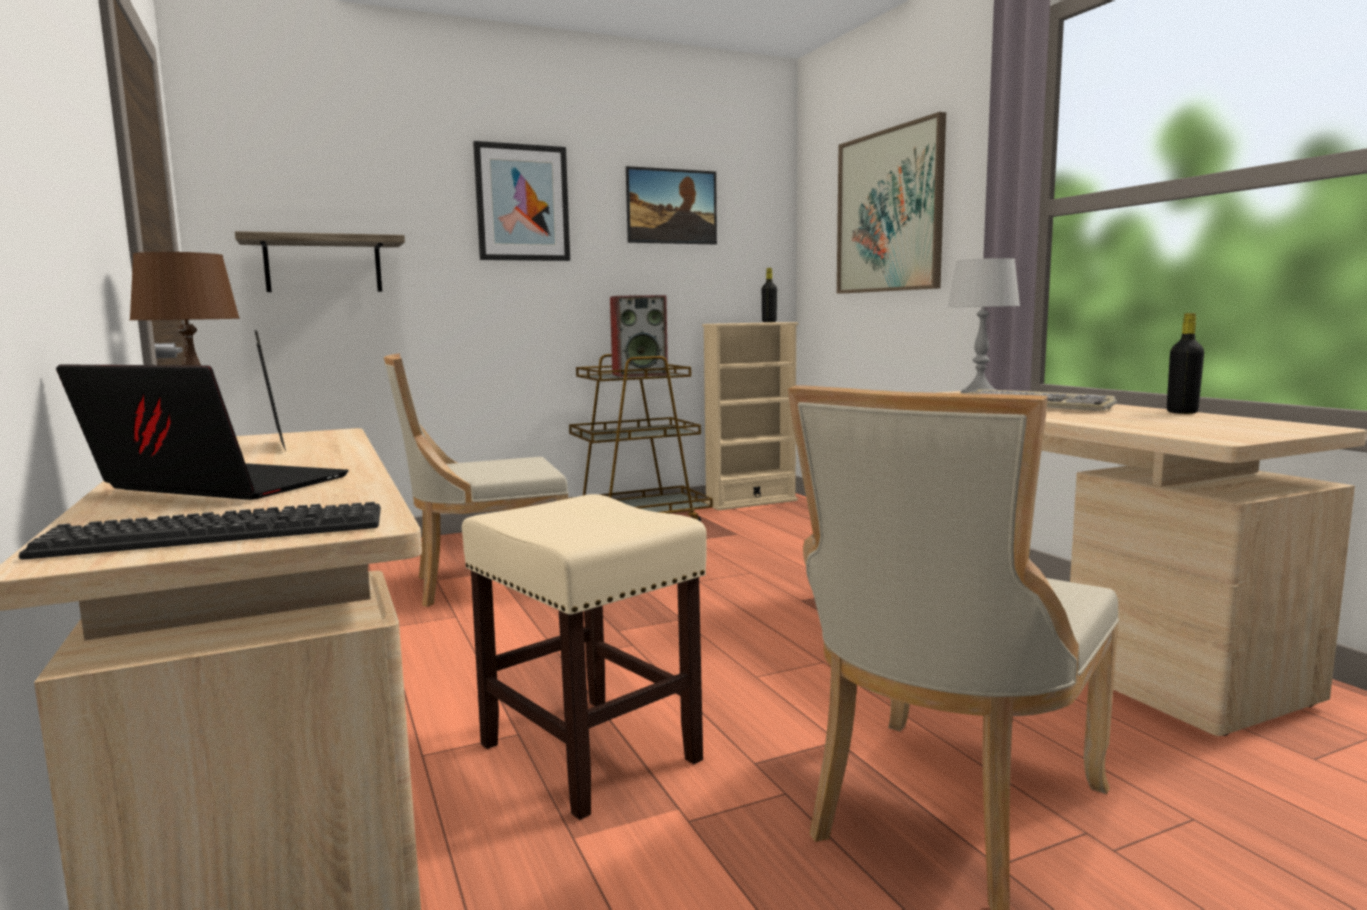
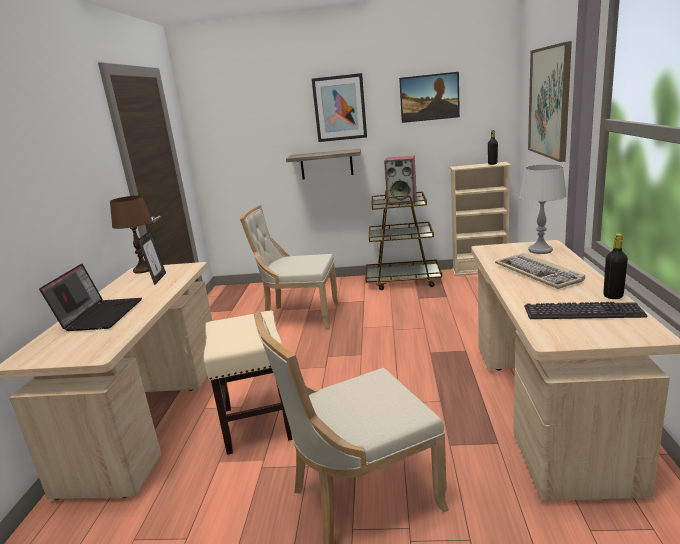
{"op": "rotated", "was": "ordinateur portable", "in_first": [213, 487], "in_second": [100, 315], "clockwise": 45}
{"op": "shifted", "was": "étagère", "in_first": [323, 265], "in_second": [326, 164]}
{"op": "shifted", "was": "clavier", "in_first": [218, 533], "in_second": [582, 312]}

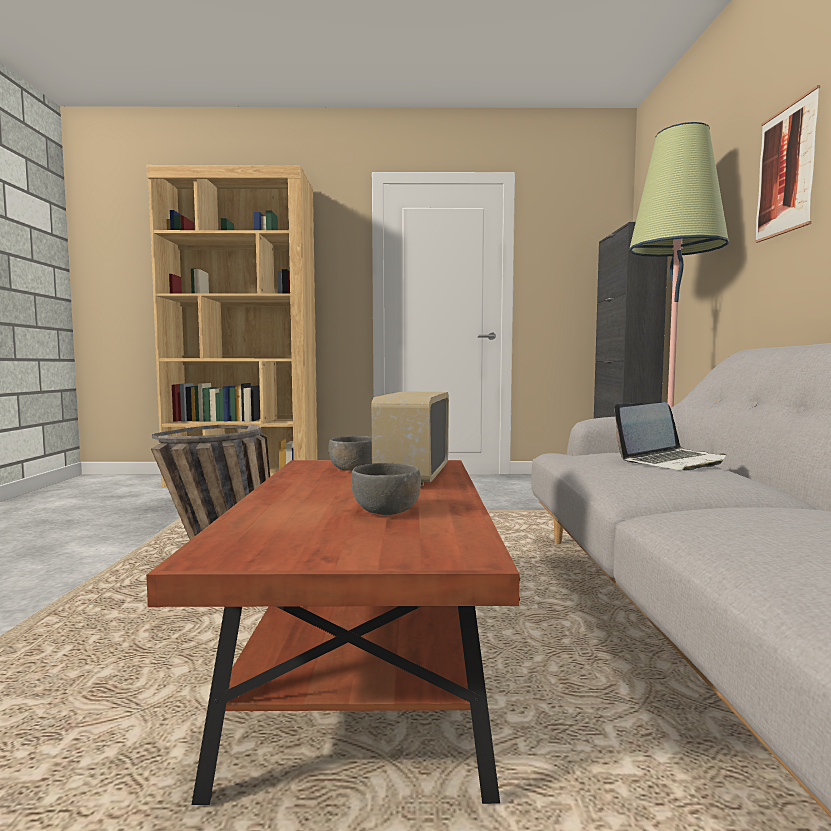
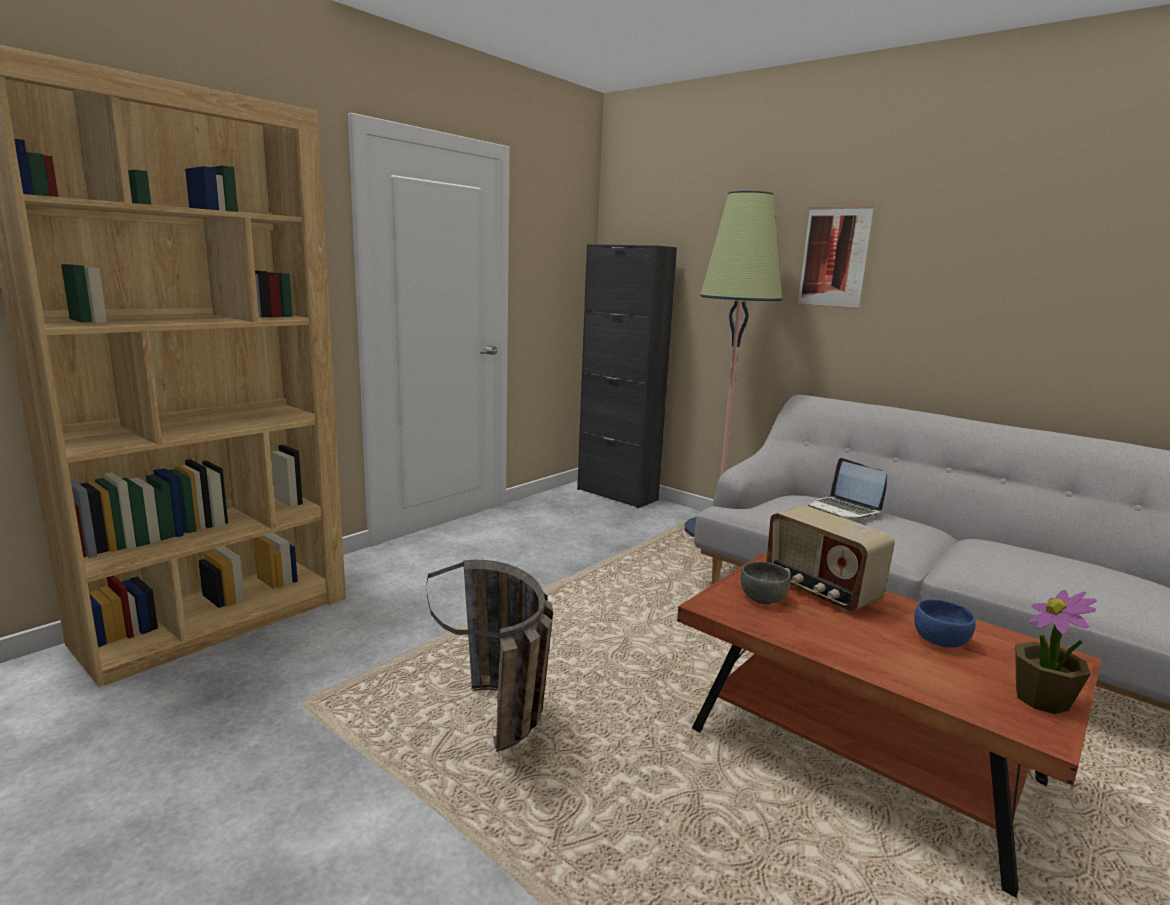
{"op": "rotated", "was": "ordinateur portable", "in_first": [672, 461], "in_second": [844, 510], "clockwise": 135}
{"op": "repainted", "was": "bol (gris)", "now": "bol (bleu)", "in_first": [387, 511], "in_second": [940, 640]}
{"op": "new", "now": "plante en pot", "in_second": [1042, 699]}

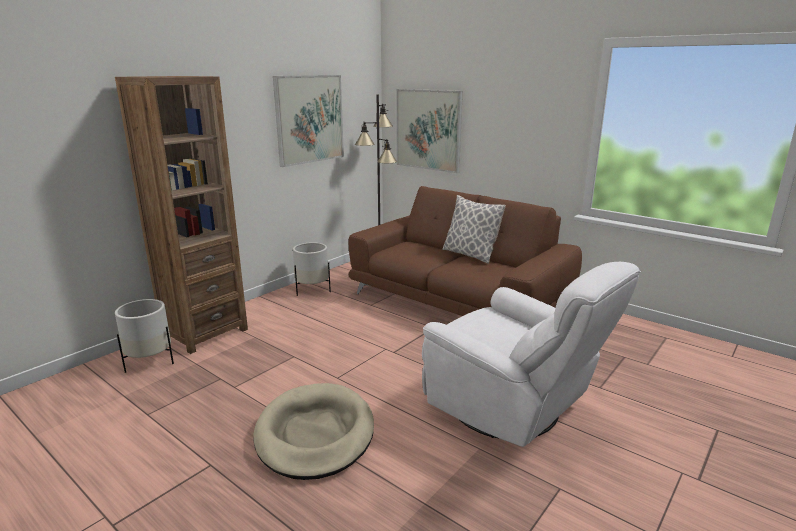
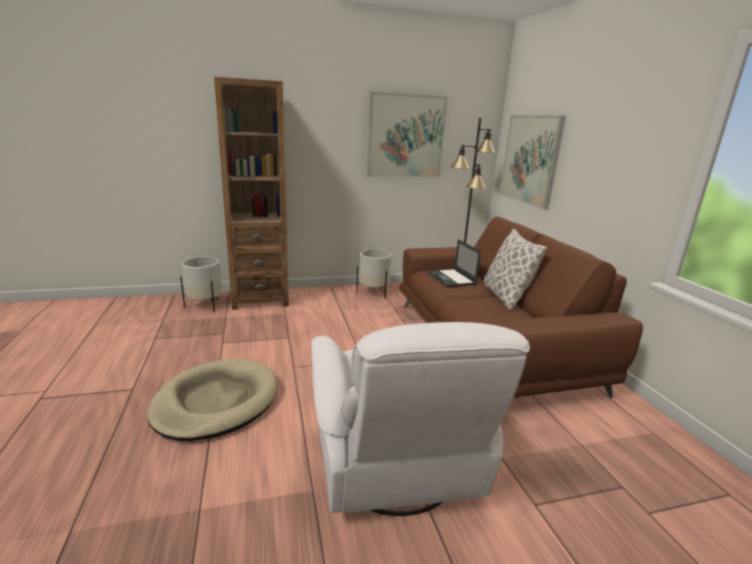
{"op": "new", "now": "ordinateur portable", "in_second": [451, 278]}

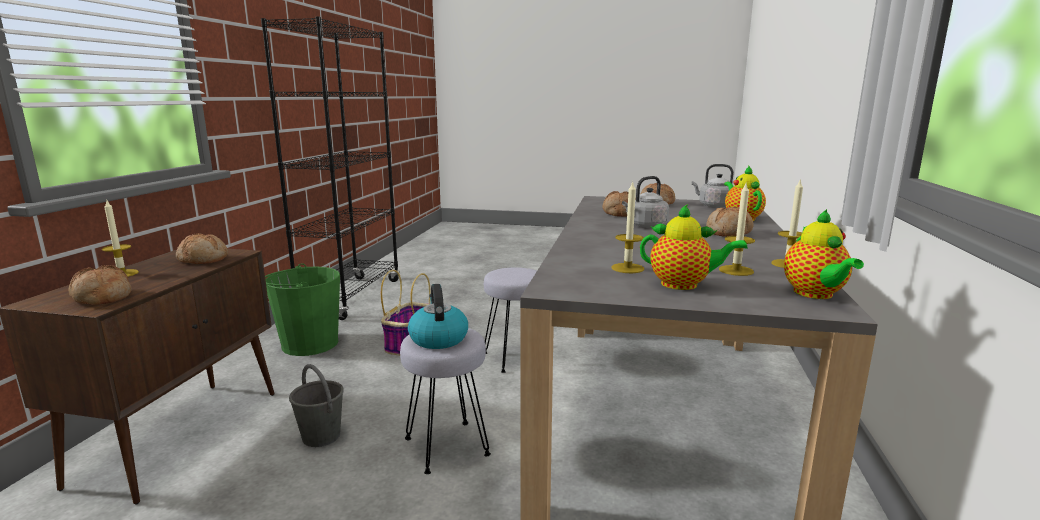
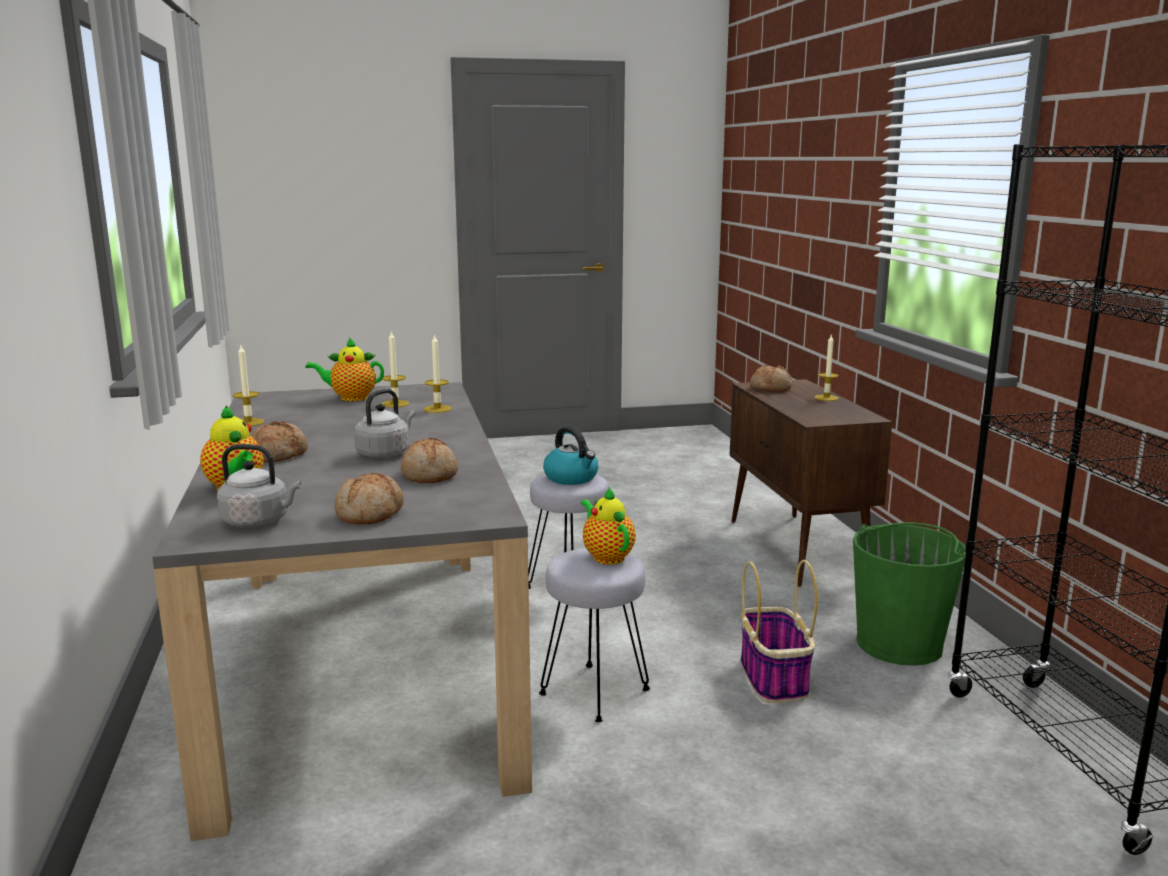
{"op": "shifted", "was": "bougie", "in_first": [736, 270], "in_second": [437, 409]}
{"op": "shifted", "was": "théière", "in_first": [815, 294], "in_second": [606, 556]}
{"op": "gone", "was": "pain", "in_first": [203, 259]}
{"op": "gone", "was": "seau (gris)", "in_first": [321, 436]}

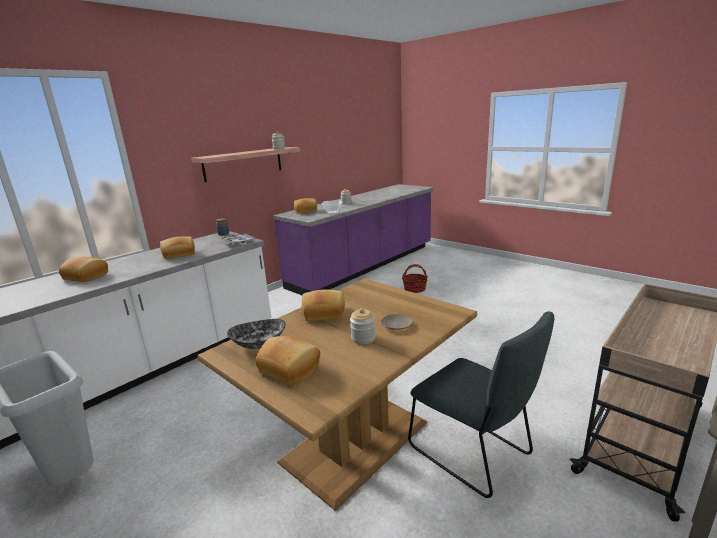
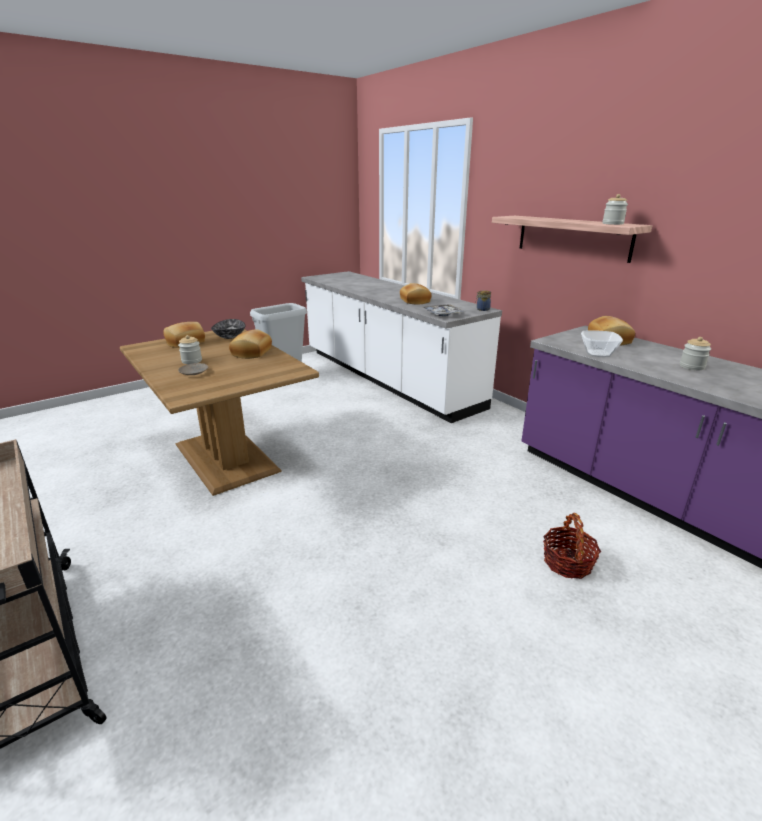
{"op": "gone", "was": "pain", "in_first": [85, 277]}
{"op": "gone", "was": "chaise (gris)", "in_first": [473, 453]}

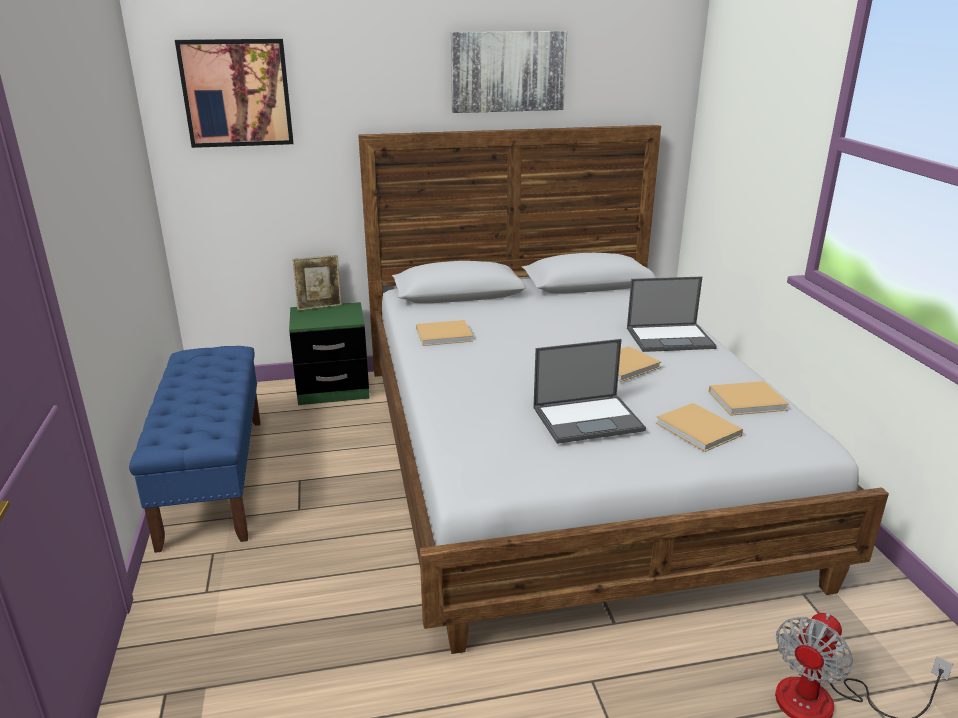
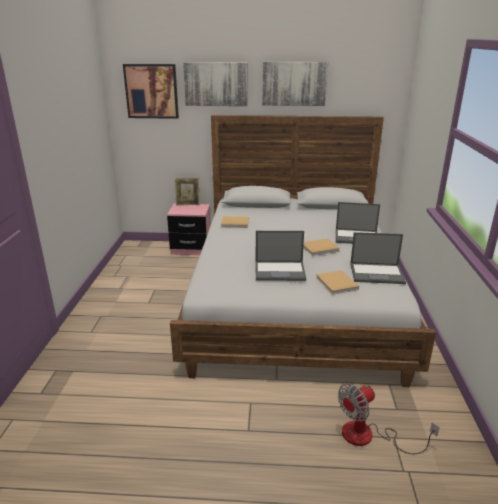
{"op": "repainted", "was": "table de chevet (vert)", "now": "table de chevet (rose)", "in_first": [333, 389], "in_second": [191, 249]}
{"op": "new", "now": "tableau", "in_second": [216, 84]}
{"op": "swapped", "was": "livre (beige)", "now": "ordinateur portable", "in_first": [749, 400], "in_second": [377, 273]}
{"op": "gone", "was": "banc (bleu)", "in_first": [214, 478]}

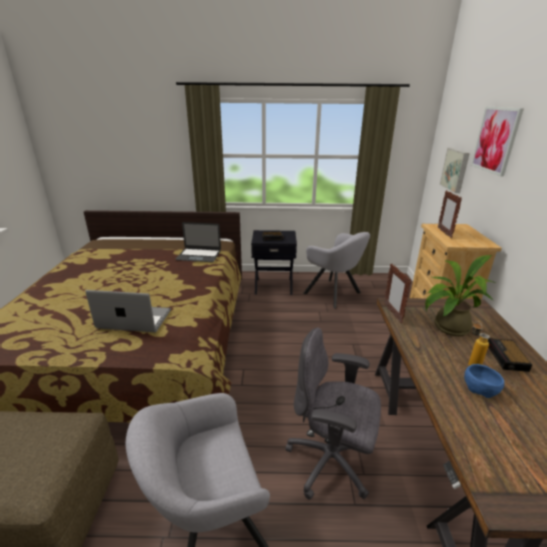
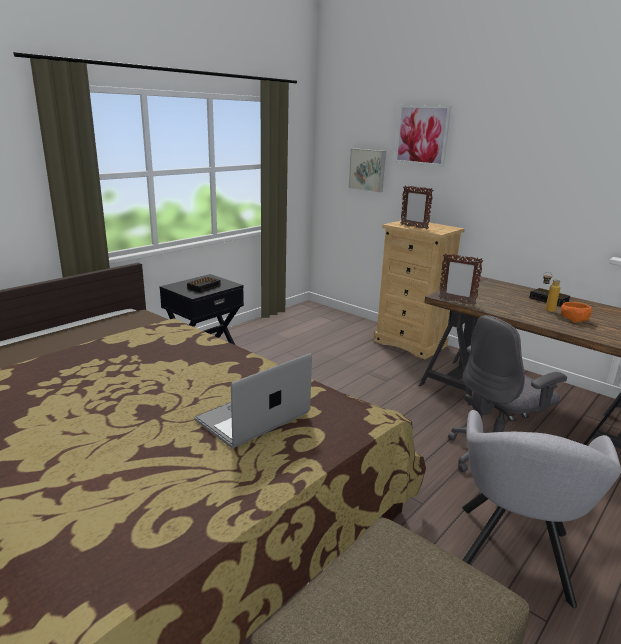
{"op": "repainted", "was": "bol (bleu)", "now": "bol (orange)", "in_first": [480, 387], "in_second": [573, 319]}
{"op": "gone", "was": "ordinateur portable", "in_first": [199, 255]}
{"op": "gone", "was": "fauteuil (gris)", "in_first": [334, 294]}
{"op": "gone", "was": "plante en pot", "in_first": [447, 328]}

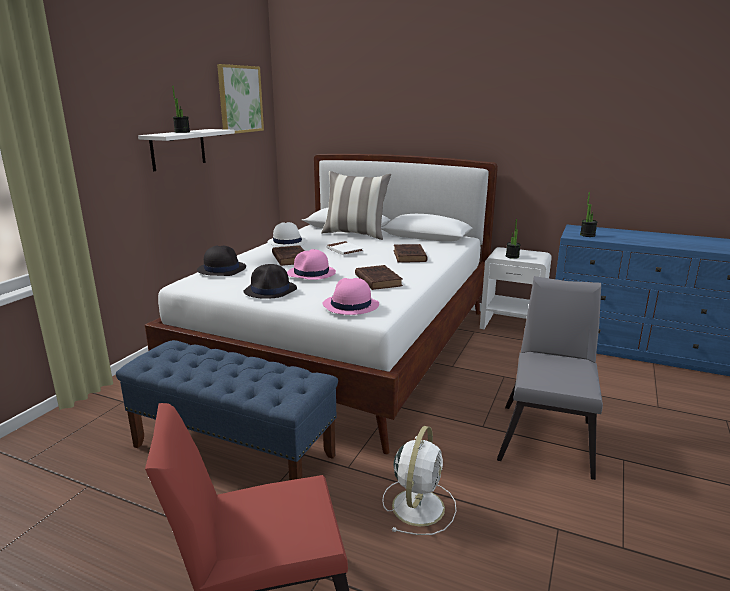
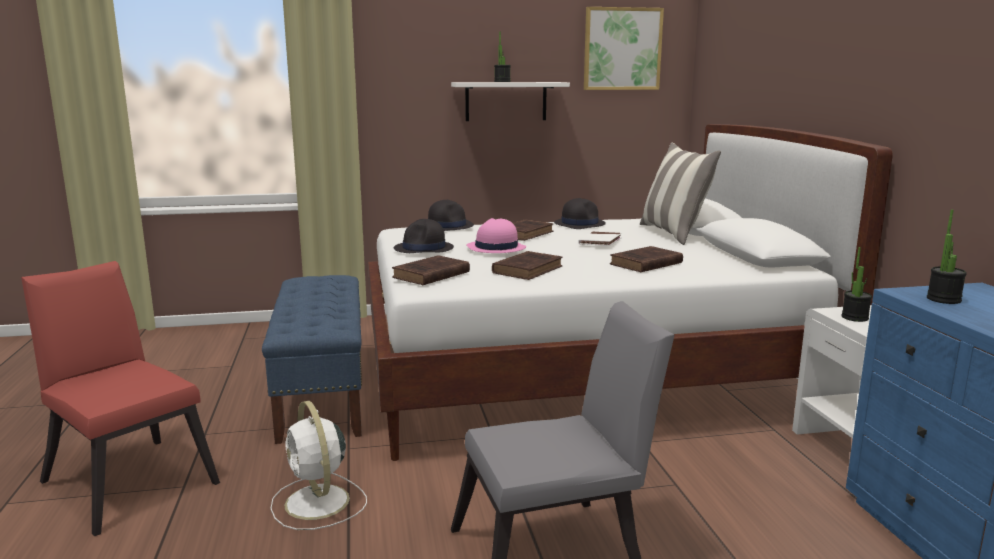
{"op": "rotated", "was": "ventilateur (blanc)", "in_first": [418, 505], "in_second": [318, 503], "clockwise": 75}
{"op": "swapped", "was": "chapeau (rose)", "now": "livre (marron)", "in_first": [350, 305], "in_second": [430, 275]}
{"op": "repainted", "was": "chapeau (blanc)", "now": "chapeau (noir)", "in_first": [287, 242], "in_second": [579, 224]}

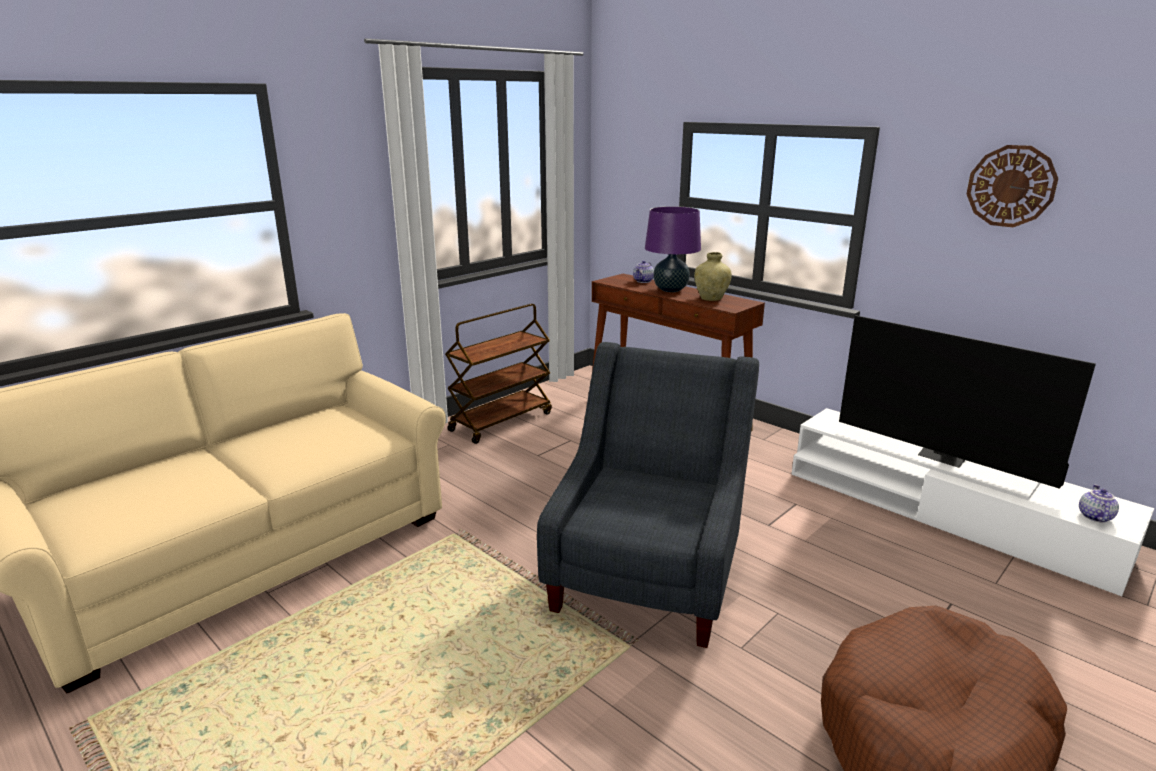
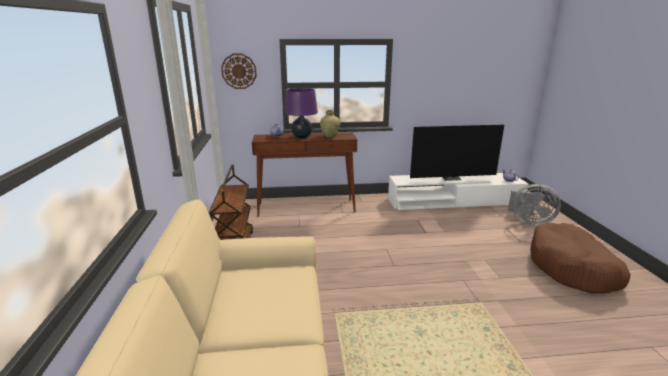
{"op": "shifted", "was": "horloge murale", "in_first": [1011, 186], "in_second": [239, 71]}
{"op": "new", "now": "ventilateur (gris)", "in_second": [528, 222]}
{"op": "gone", "was": "fauteuil (gris)", "in_first": [649, 574]}

